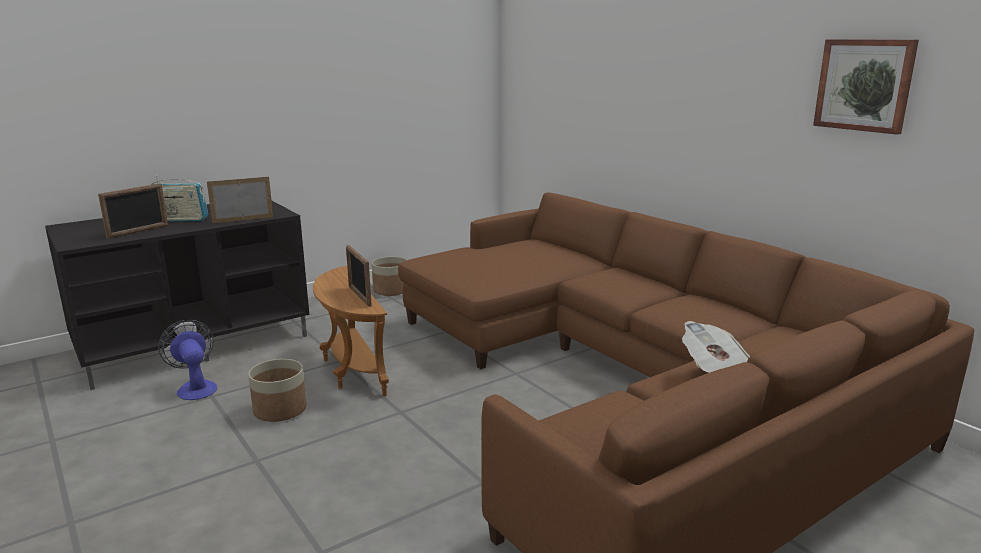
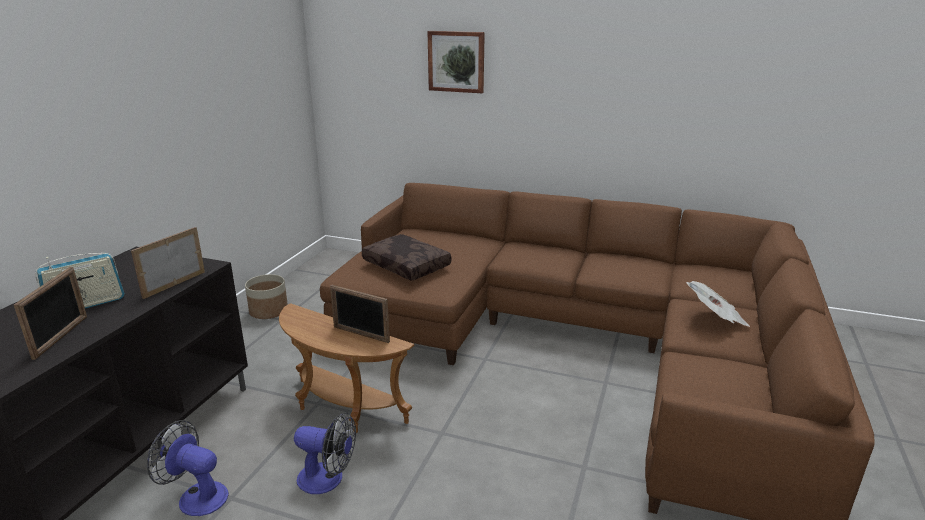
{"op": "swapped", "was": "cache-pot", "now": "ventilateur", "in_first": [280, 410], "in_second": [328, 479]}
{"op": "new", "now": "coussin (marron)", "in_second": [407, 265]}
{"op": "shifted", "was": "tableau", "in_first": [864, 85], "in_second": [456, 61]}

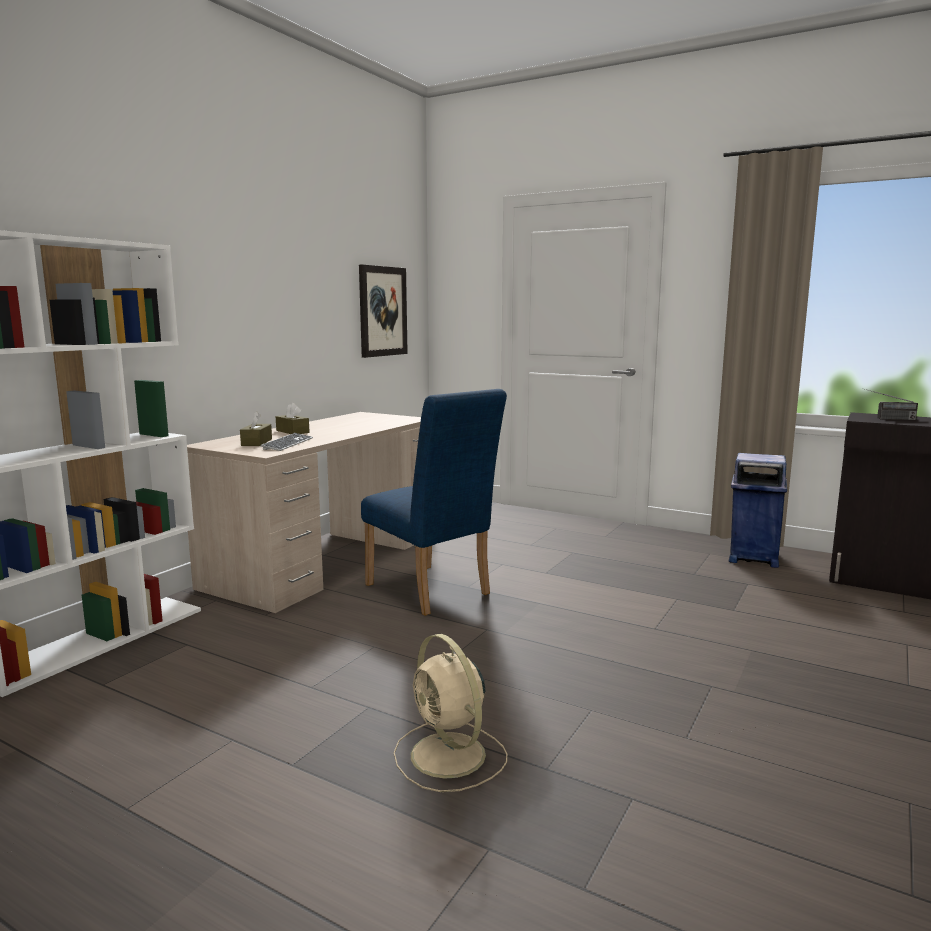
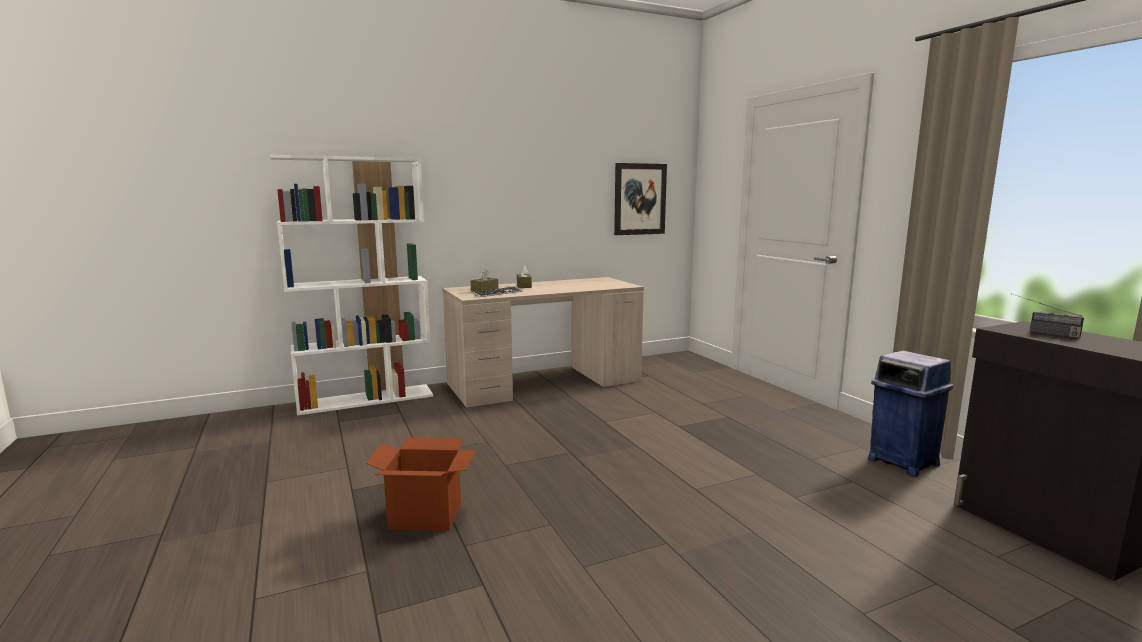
{"op": "swapped", "was": "ventilateur (beige)", "now": "carton", "in_first": [450, 757], "in_second": [426, 517]}
{"op": "gone", "was": "chaise (bleu)", "in_first": [432, 592]}

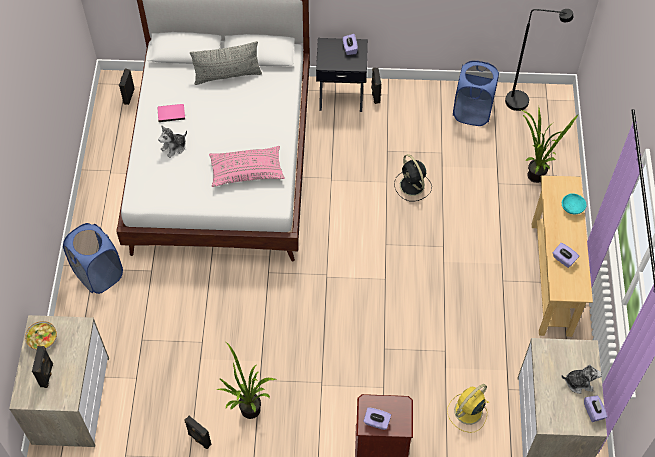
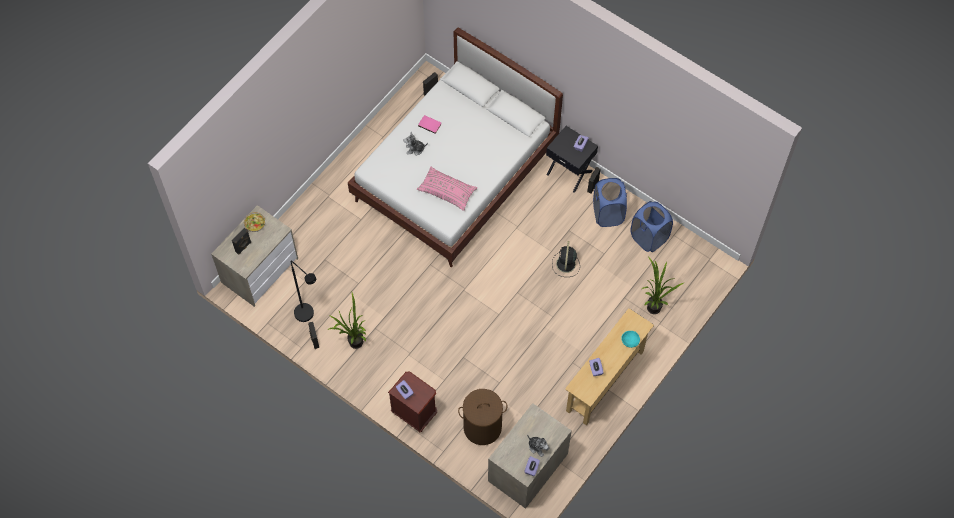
{"op": "shifted", "was": "lampadaire (noir)", "in_first": [523, 101], "in_second": [308, 316]}
{"op": "swapped", "was": "ventilateur (jaune)", "now": "panier à linge (marron)", "in_first": [467, 412], "in_second": [482, 427]}
{"op": "shifted", "was": "panier à linge (bleu)", "in_first": [98, 274], "in_second": [607, 214]}
{"op": "gone", "was": "coussin (gris)", "in_first": [227, 75]}

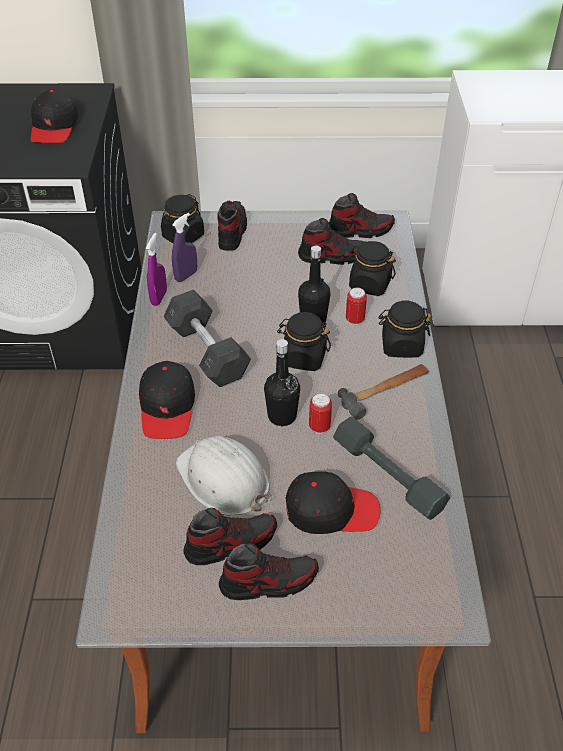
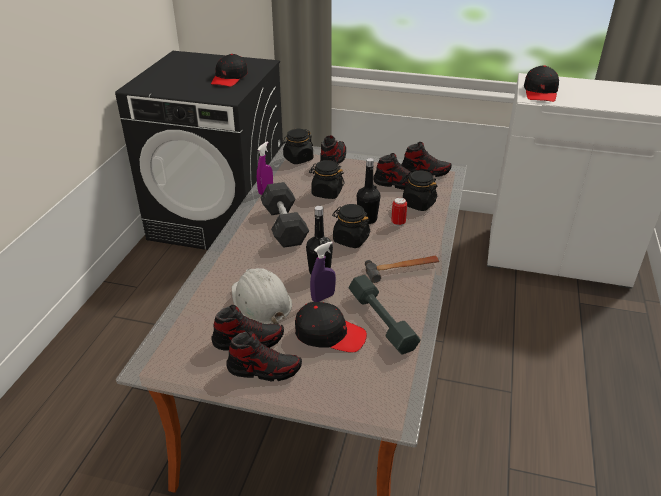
{"op": "shifted", "was": "bocal (noir)", "in_first": [401, 346], "in_second": [326, 193]}
{"op": "shifted", "was": "vaporisateur (violet)", "in_first": [186, 275], "in_second": [323, 297]}
{"op": "shifted", "was": "casquette (noir)", "in_first": [167, 407], "in_second": [540, 92]}
{"op": "gone", "was": "boîte métallique", "in_first": [319, 427]}

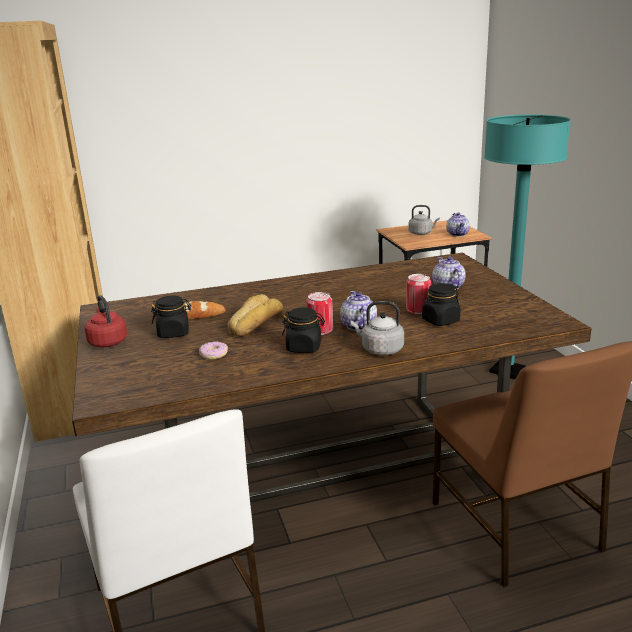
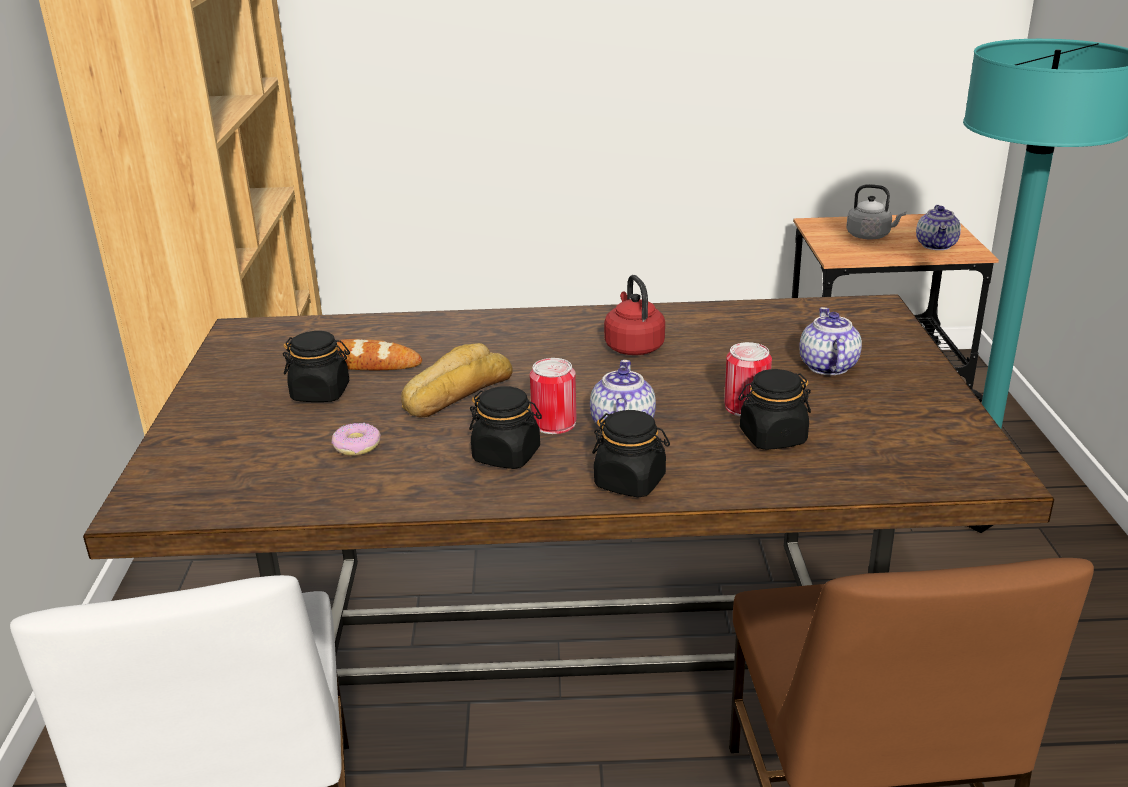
{"op": "swapped", "was": "bouilloire (gris)", "now": "bocal (noir)", "in_first": [380, 350], "in_second": [630, 482]}
{"op": "shifted", "was": "bouilloire (rouge)", "in_first": [107, 341], "in_second": [633, 346]}

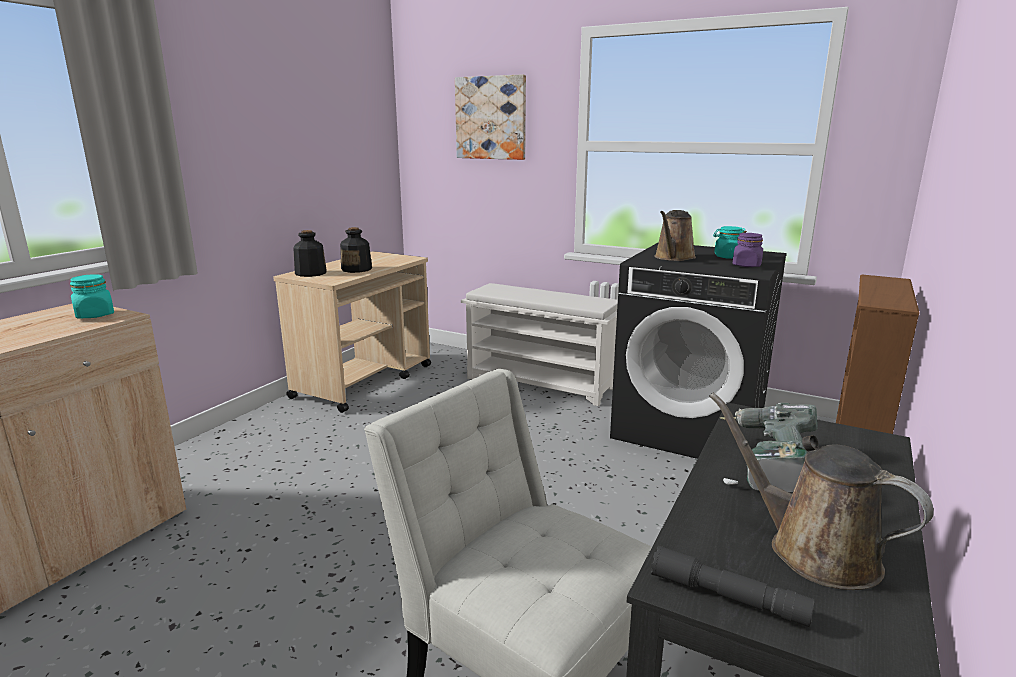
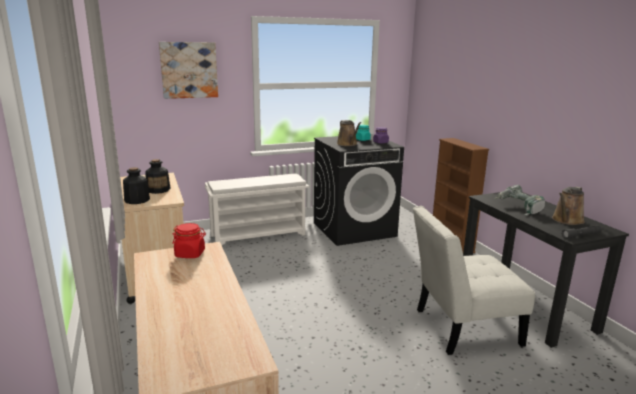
{"op": "repainted", "was": "bocal (turquoise)", "now": "bocal (rouge)", "in_first": [95, 315], "in_second": [190, 254]}
{"op": "rotated", "was": "arrosoir (marron)", "in_first": [812, 550], "in_second": [566, 220], "clockwise": -45}

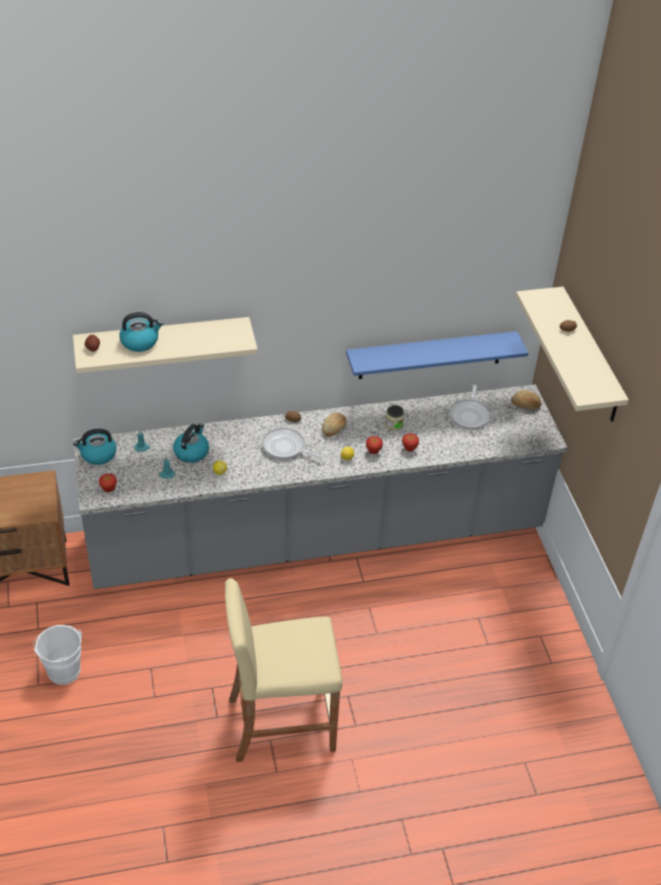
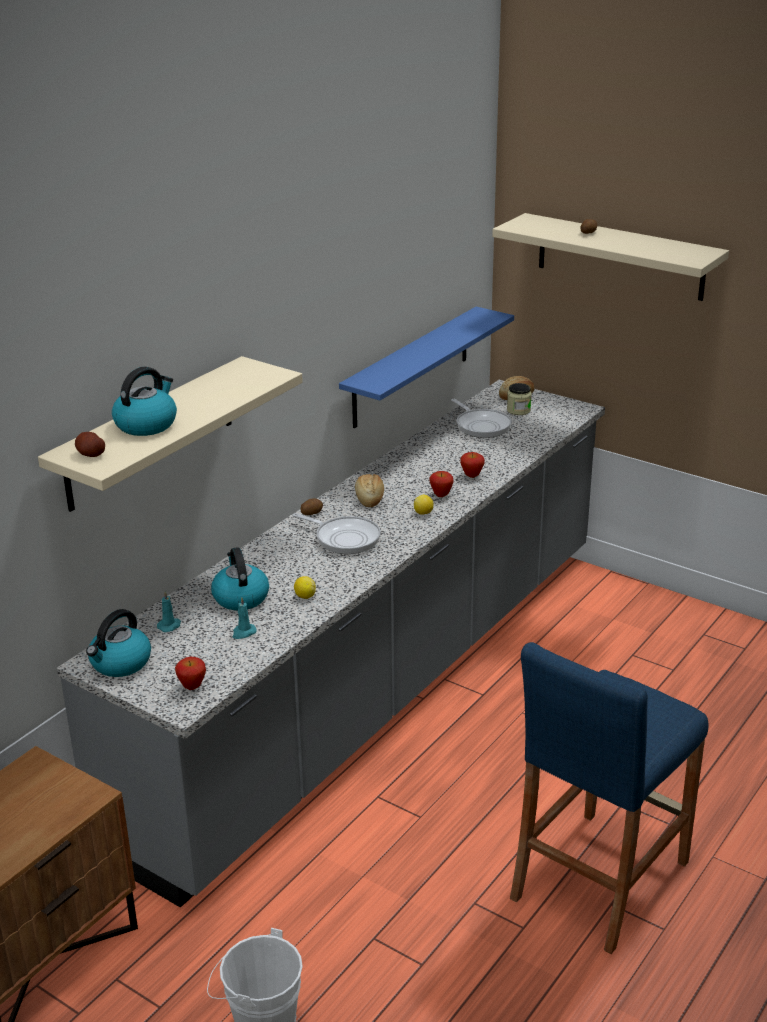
{"op": "rotated", "was": "poêle", "in_first": [286, 448], "in_second": [344, 538], "clockwise": -135}
{"op": "shifted", "was": "bocal", "in_first": [394, 424], "in_second": [518, 410]}
{"op": "repainted", "was": "tabouret (beige)", "now": "tabouret (bleu)", "in_first": [281, 723], "in_second": [599, 879]}

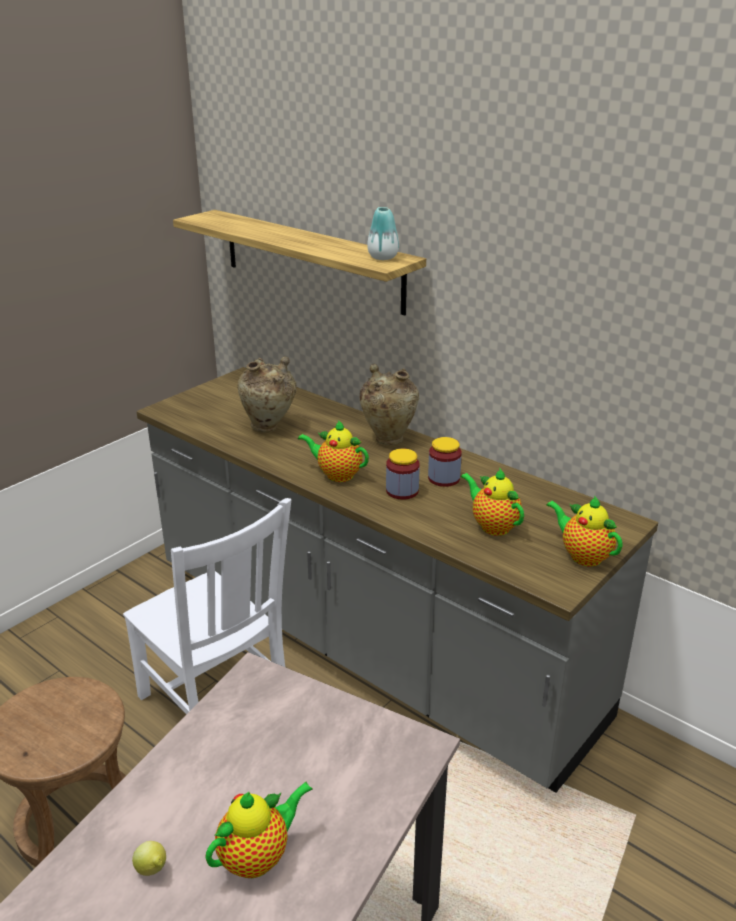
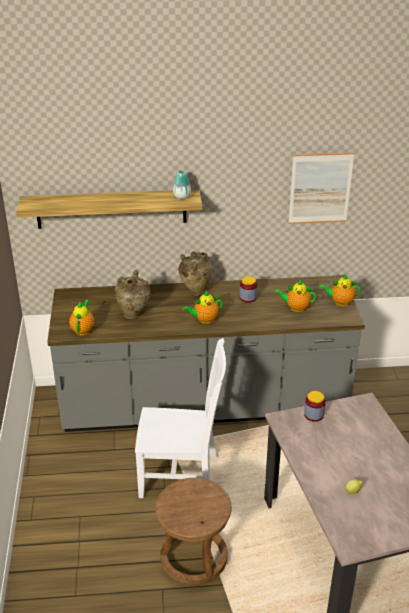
{"op": "shifted", "was": "théière", "in_first": [258, 856], "in_second": [83, 329]}
{"op": "new", "now": "tableau", "in_second": [320, 188]}
{"op": "shifted", "was": "bocal", "in_first": [402, 491], "in_second": [313, 415]}

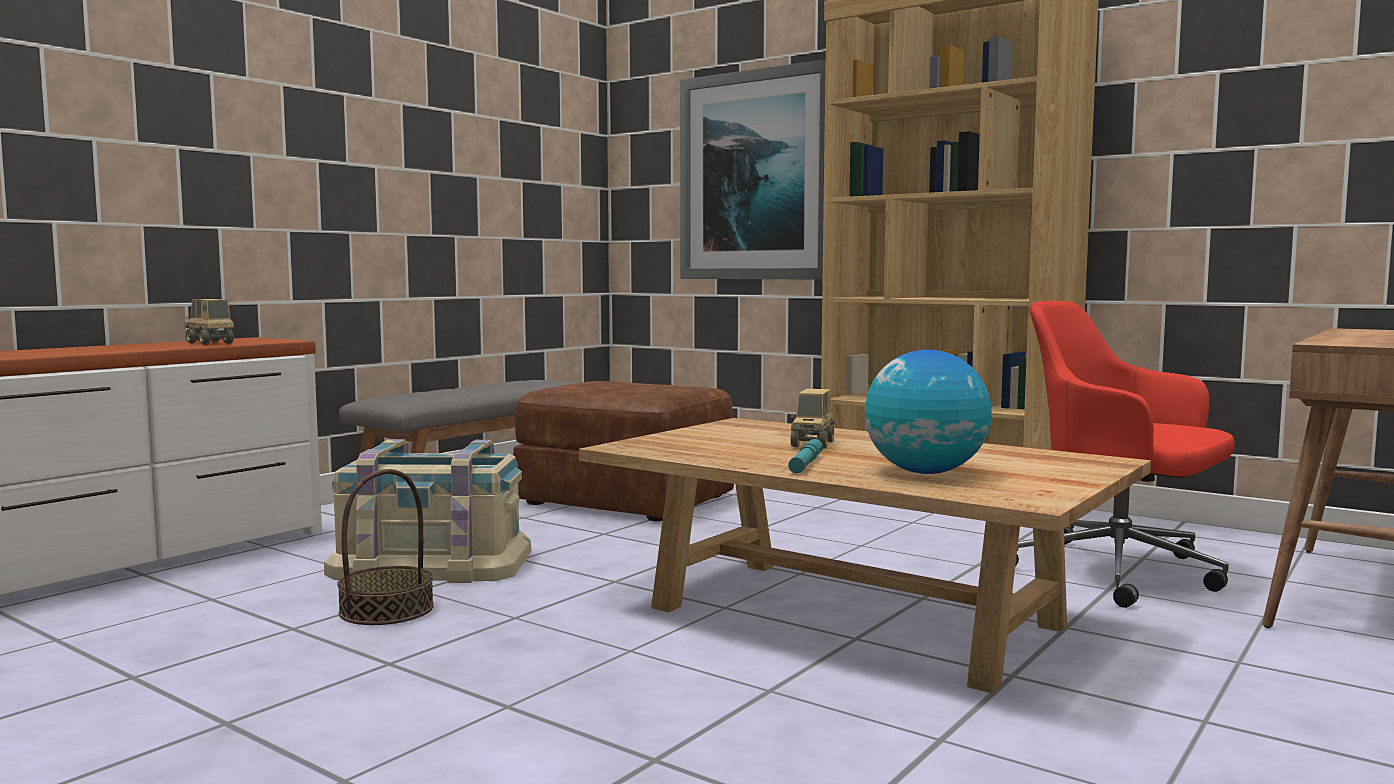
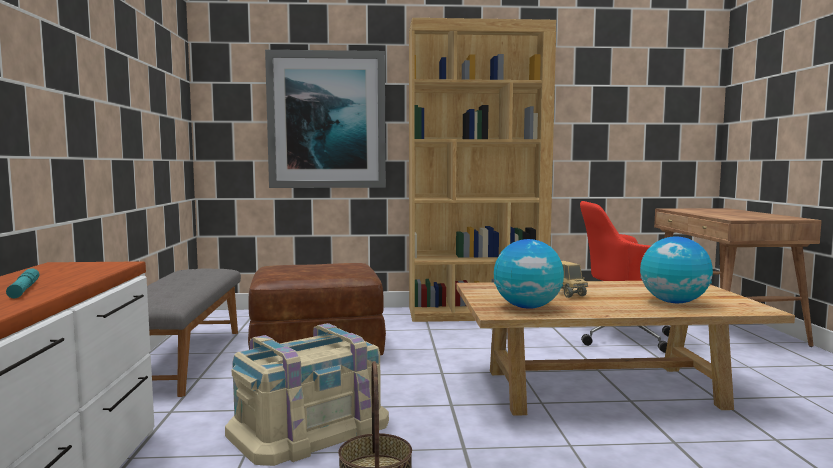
{"op": "shifted", "was": "lampe de poche (turquoise)", "in_first": [806, 464], "in_second": [24, 289]}
{"op": "new", "now": "globe", "in_second": [527, 307]}
{"op": "gone", "was": "camion jouet", "in_first": [210, 343]}

